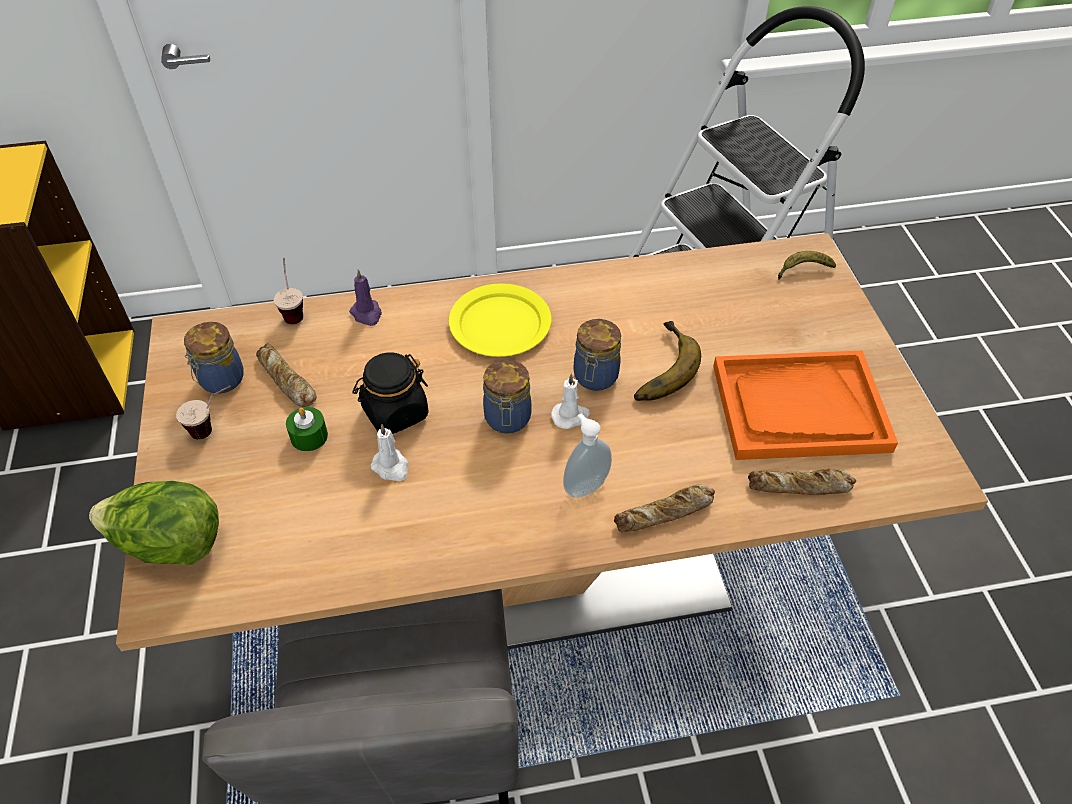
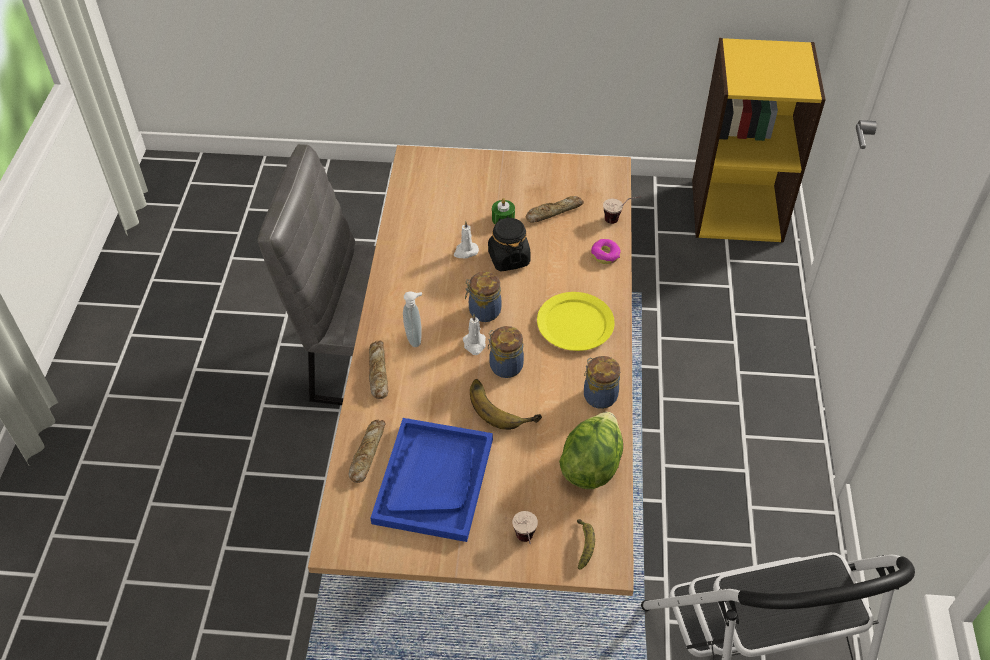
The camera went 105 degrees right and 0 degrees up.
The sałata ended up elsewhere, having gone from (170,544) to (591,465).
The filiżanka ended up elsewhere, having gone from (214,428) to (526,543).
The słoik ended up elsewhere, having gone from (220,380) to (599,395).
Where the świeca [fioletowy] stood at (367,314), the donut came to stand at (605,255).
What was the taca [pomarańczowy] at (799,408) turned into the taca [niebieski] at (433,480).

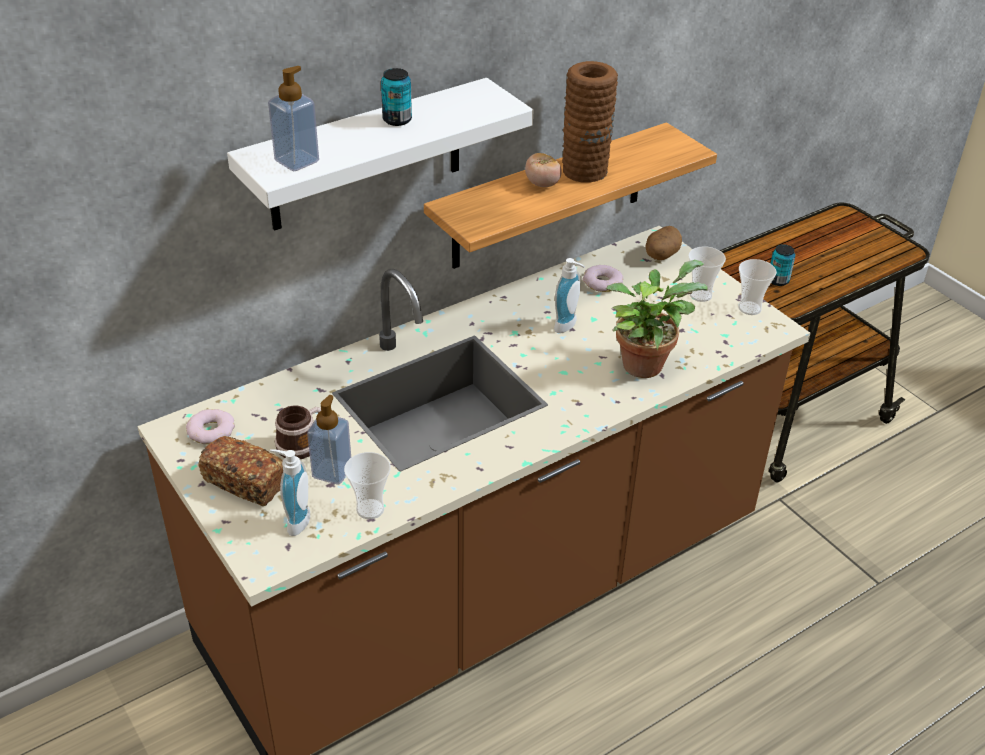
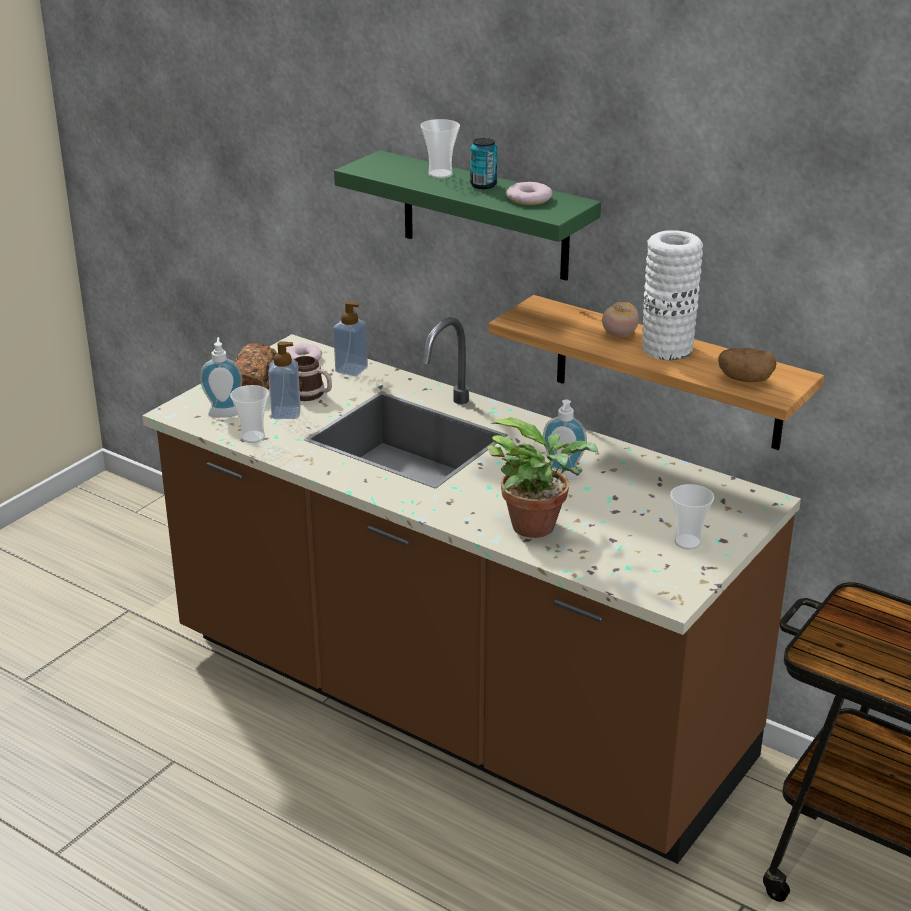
The camera went 70 degrees right and 10 degrees down.
The second view lost the puszka at (778,280).
The dozownik mydła ended up elsewhere, having gone from (297,161) to (351,370).
The donut ended up elsewhere, having gone from (602,282) to (528,199).
The ziemniak ended up elsewhere, having gone from (661,255) to (744,380).
The filiżanka ended up elsewhere, having gone from (749,308) to (440,174).
What was the półka [biały] at (366,156) turned into the półka [zielony] at (485,216).
What was the wazon [brązowy] at (584,171) turned into the wazon [biały] at (666,349).

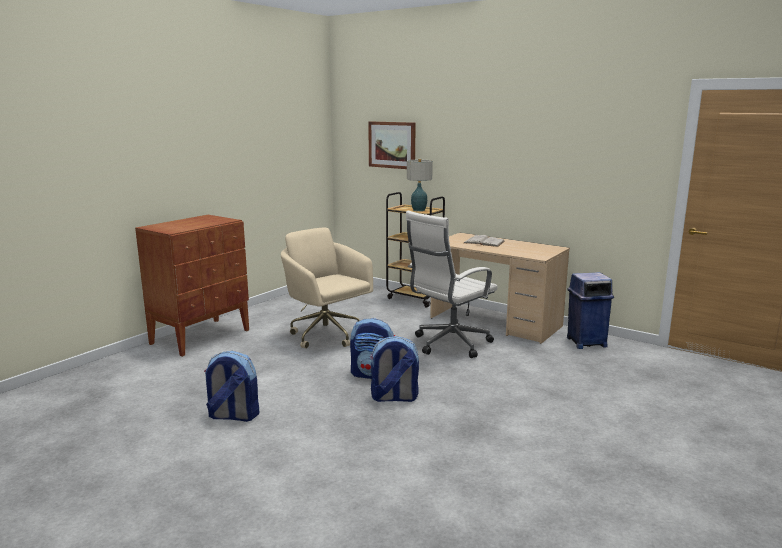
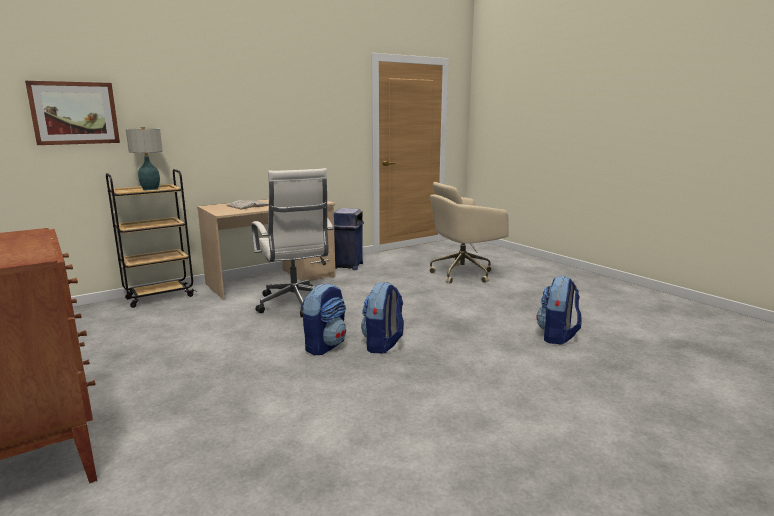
The camera went 70 degrees left and 0 degrees up.
The plecak ended up elsewhere, having gone from (233,416) to (557,336).
The krzesło biurowe [beżowy] ended up elsewhere, having gone from (328,337) to (464,274).

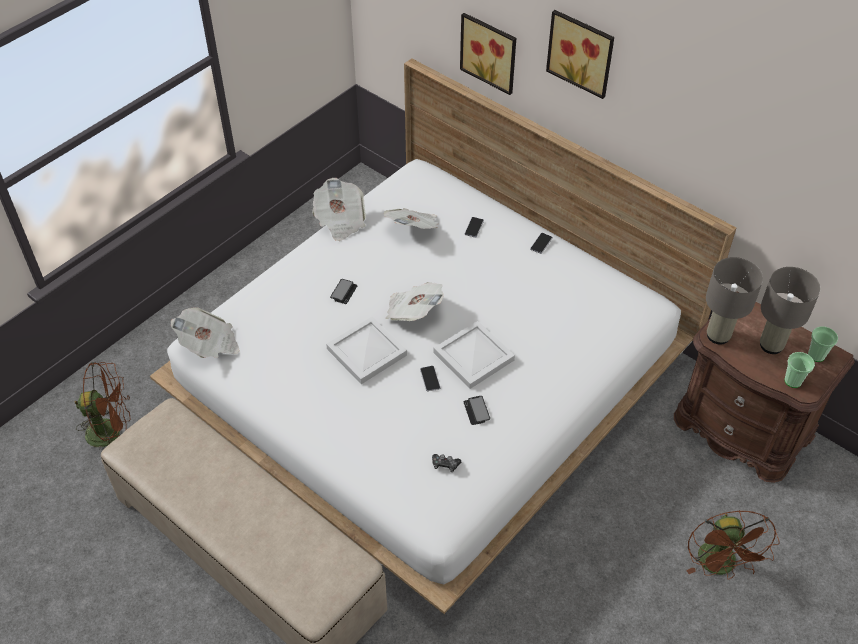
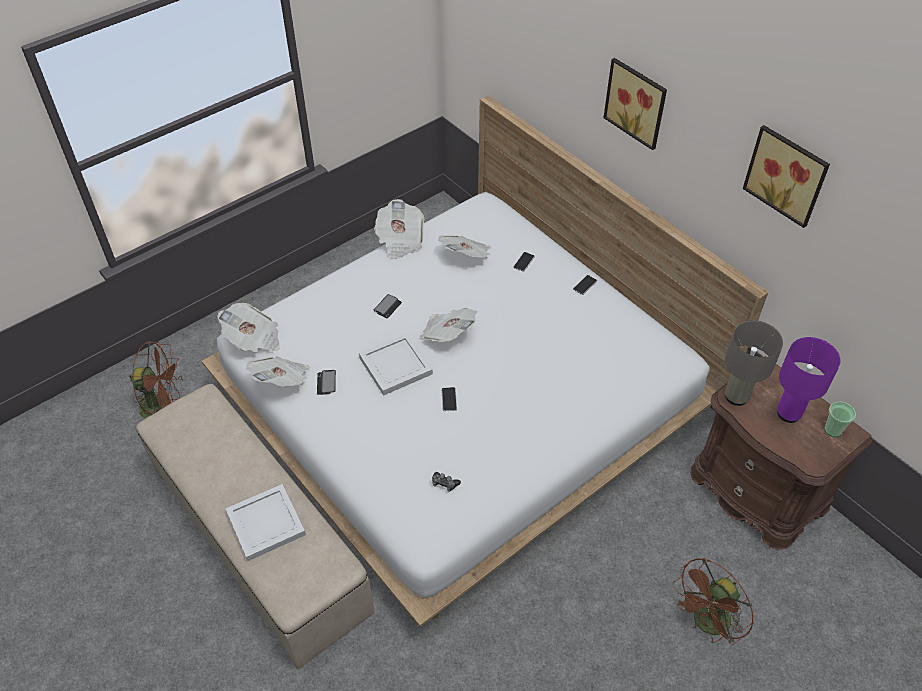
The camera went 10 degrees right and 0 degrees up.
The second view lost the filiżanka at (793,381).
The second view gained the gazeta at (282,381).
The taca [biały] ended up elsewhere, having gone from (474,355) to (266,522).
The obraz ended up elsewhere, having gone from (490,52) to (787,174).
The telefon ended up elsewhere, having gone from (476,411) to (326,383).
What was the lampa stołowa [szary] at (770,345) turned into the lampa stołowa [fioletowy] at (788,413).
The wentylator [brązowy] at (720,566) ended up facing another way, 45 degrees clockwise from before.

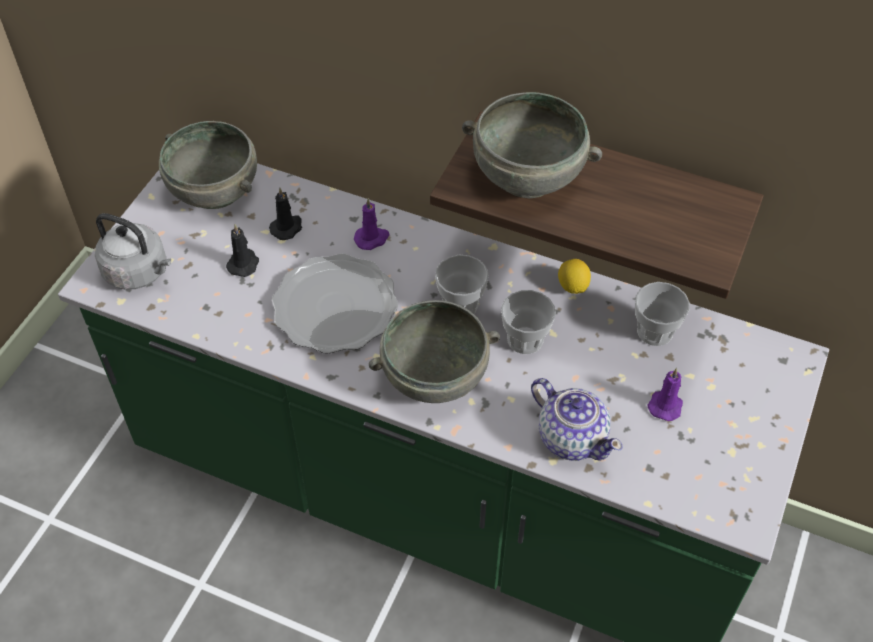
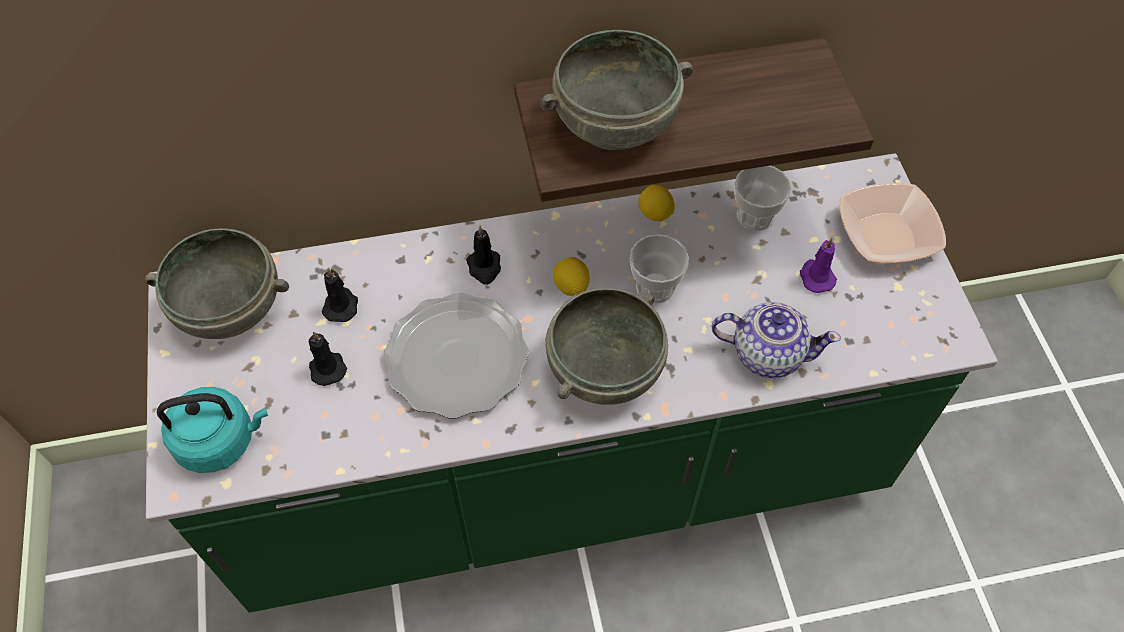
The camera went 35 degrees left and 5 degrees up.
The second view lost the świeca [fioletowy] at (372,238).
The second view gained the świeca [czarny] at (484,267).
The second view gained the miska at (886,235).
Where the filiżanka stood at (461,304), the cytryna came to stand at (571,286).
What was the czajnik [szary] at (139,272) turned into the czajnik [turkusowy] at (220,441).

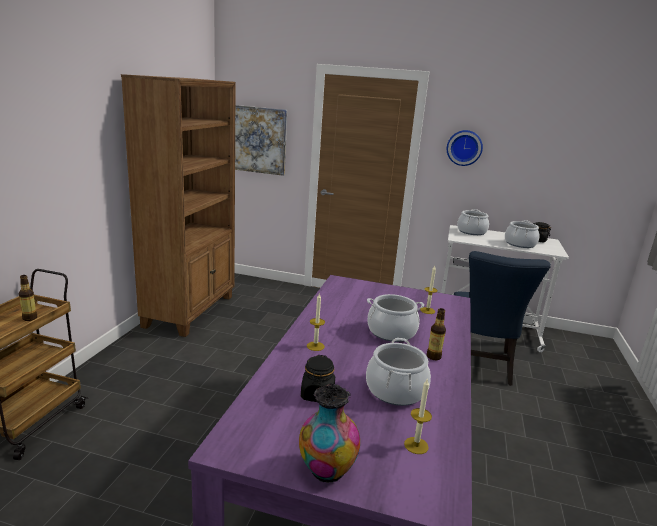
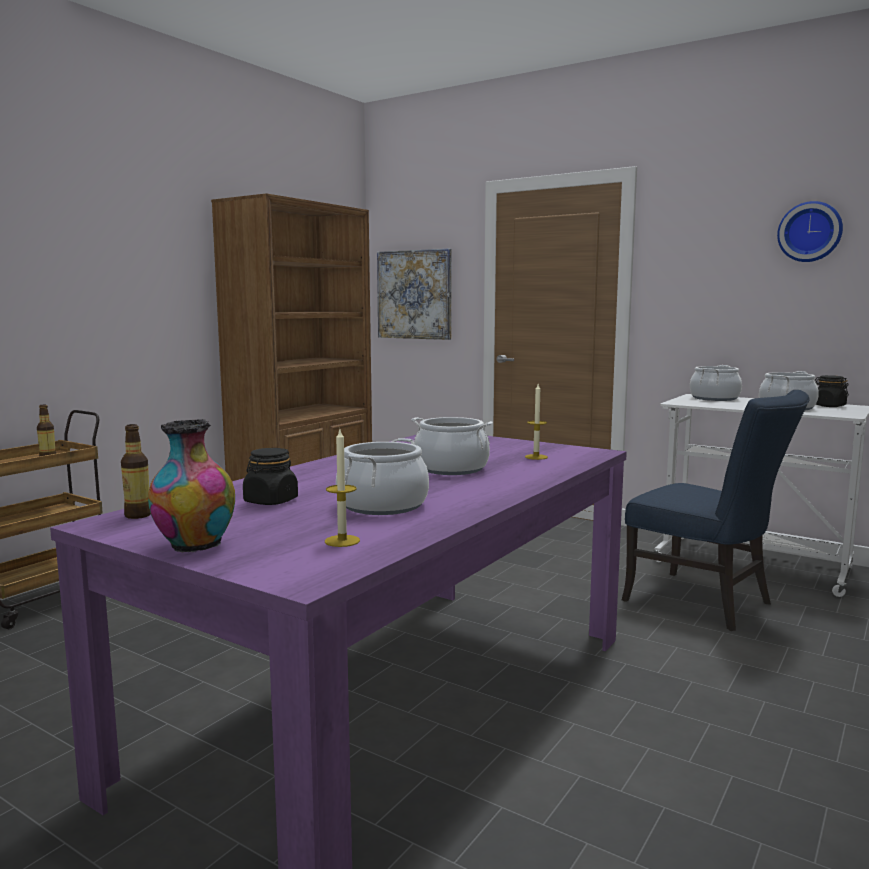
The camera went 20 degrees right and 10 degrees down.
The second view lost the świeca at (315,346).
The butelka ended up elsewhere, having gone from (433,357) to (138,515).
The zegar ścienny ended up elsewhere, having gone from (464,147) to (810,232).
The krzesło [niebieski] at (479,366) ended up facing another way, 75 degrees counterclockwise from before.

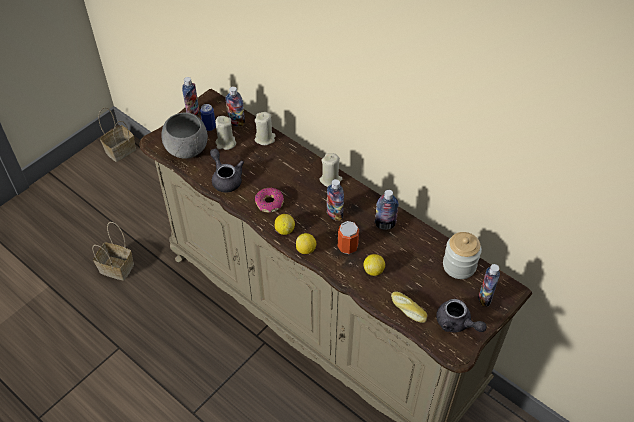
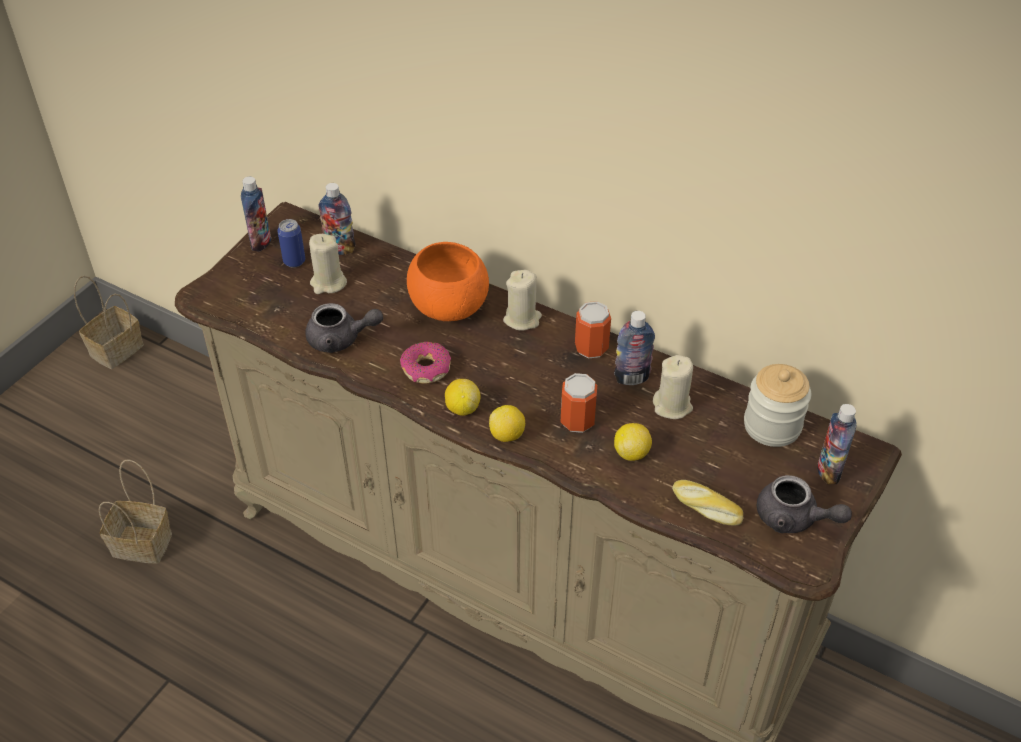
The camera went 10 degrees left and 5 degrees down.
The second view lost the miska [szary] at (188,149).
The second view lost the butelka at (334,214).
The second view gained the miska [pomarańczowy] at (449,307).
The second view gained the puszka at (591,348).
The świeca [beżowy] ended up elsewhere, having gone from (265,138) to (672,406).
The imbryk [szary] at (226,179) ended up facing another way, 135 degrees clockwise from before.

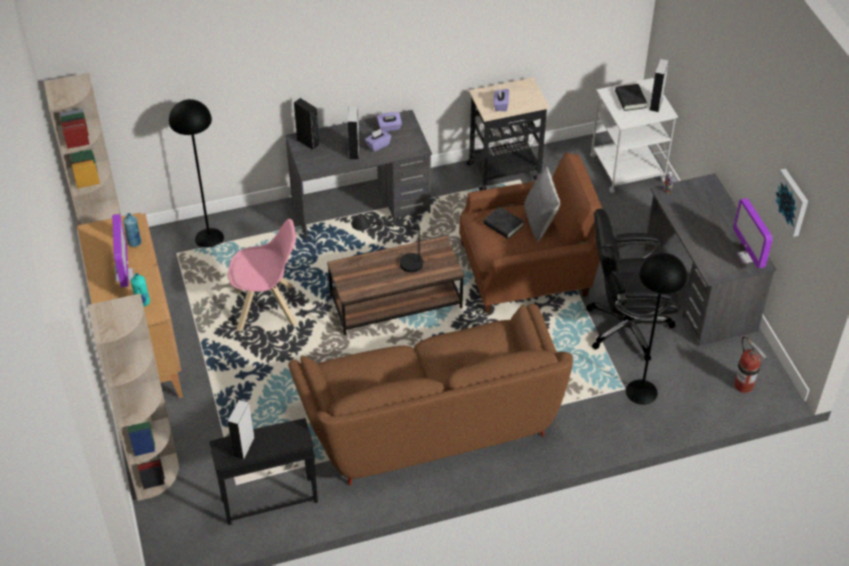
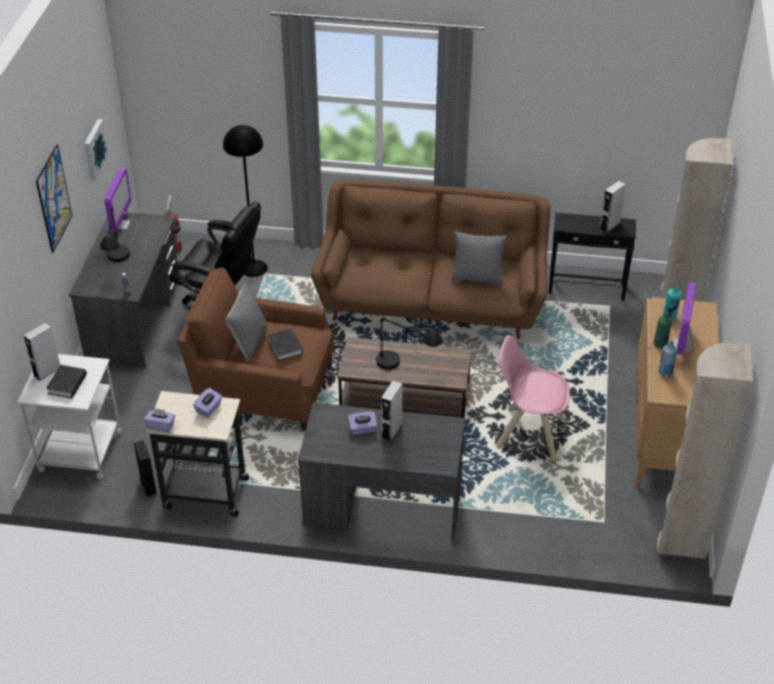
The camera went 155 degrees left and 5 degrees down.
The second view lost the lampa stojąca [czarny] at (209,238).
The second view gained the obraz at (53,199).
The second view gained the lampa stołowa [czarny] at (118,267).
The second view gained the poduszka [szary] at (477,277).
The second view gained the butelka [zielony] at (660,344).
The głośnik [czarny] ended up elsewhere, having gone from (308,142) to (148,486).
The pudełko chusteczek [fioletowy] ended up elsewhere, having gone from (389,127) to (161,426).

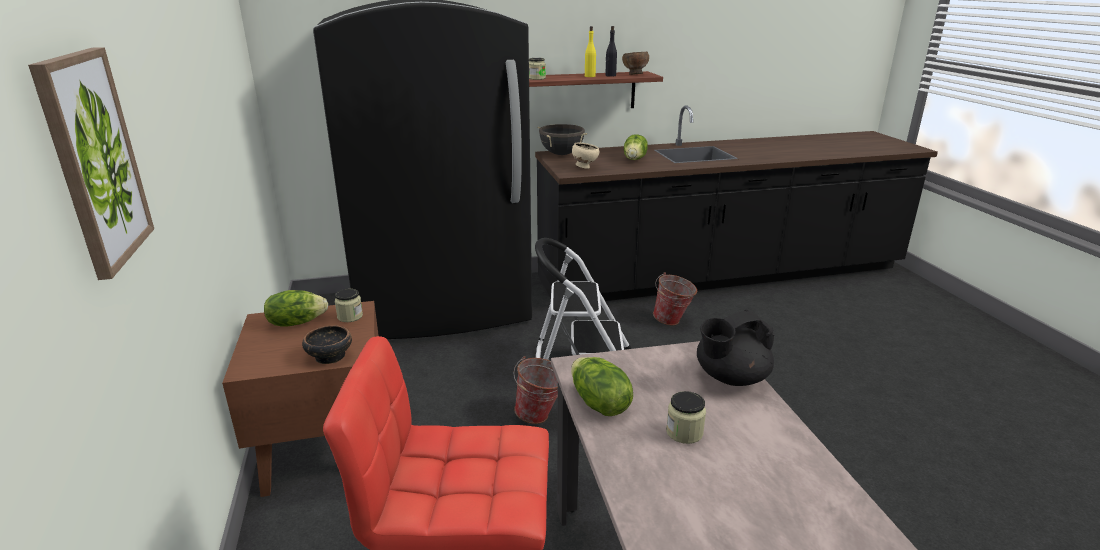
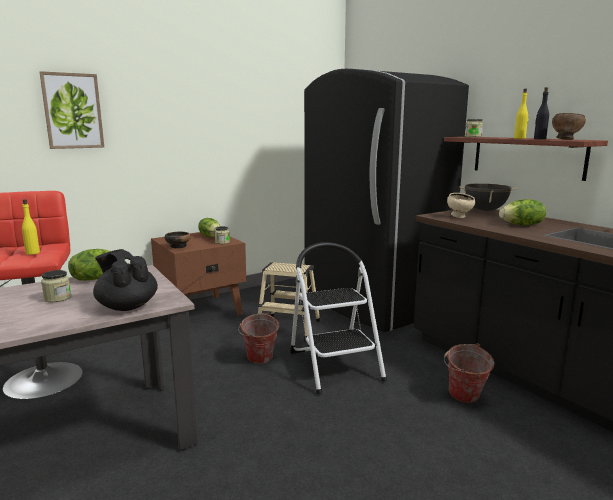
The camera went 70 degrees right and 10 degrees down.
The second view gained the butelka [żółty] at (33,253).
The second view gained the drabinka [beżowy] at (288,327).

